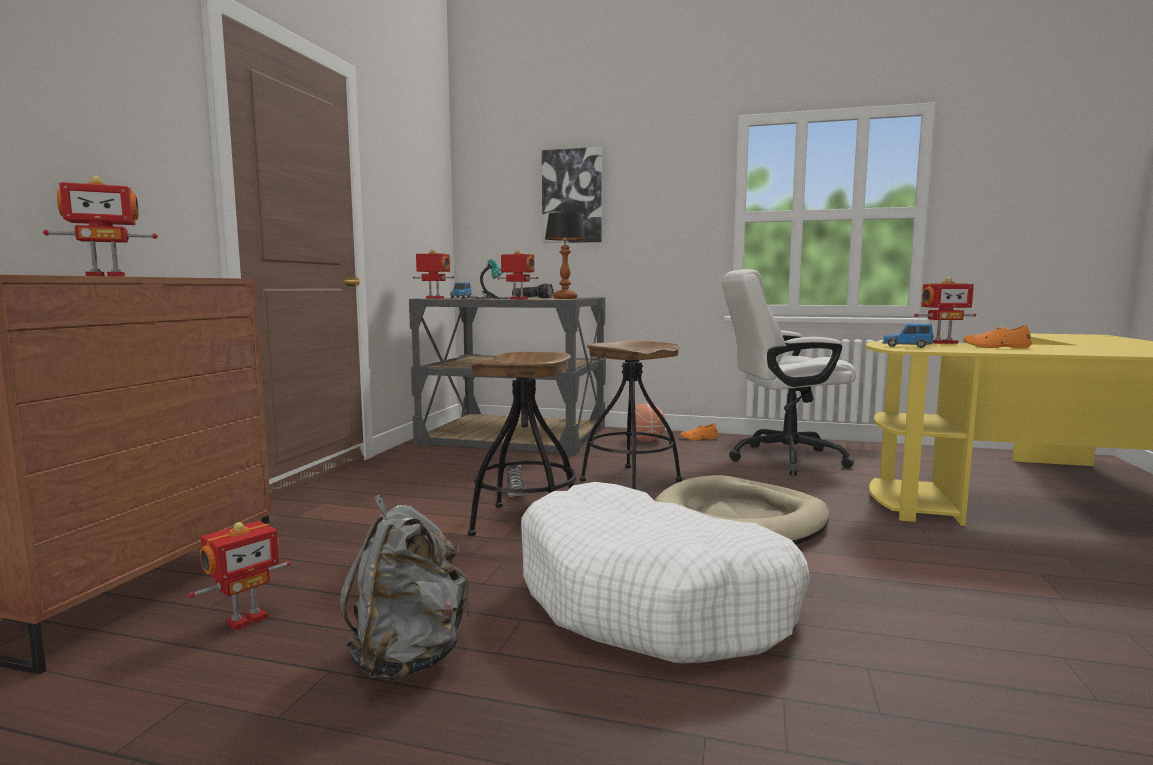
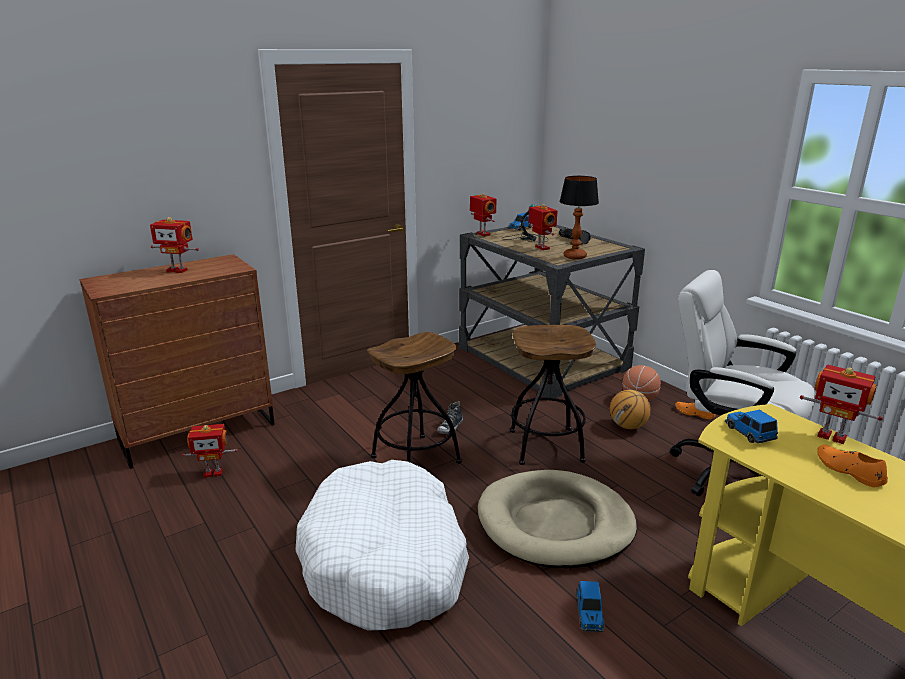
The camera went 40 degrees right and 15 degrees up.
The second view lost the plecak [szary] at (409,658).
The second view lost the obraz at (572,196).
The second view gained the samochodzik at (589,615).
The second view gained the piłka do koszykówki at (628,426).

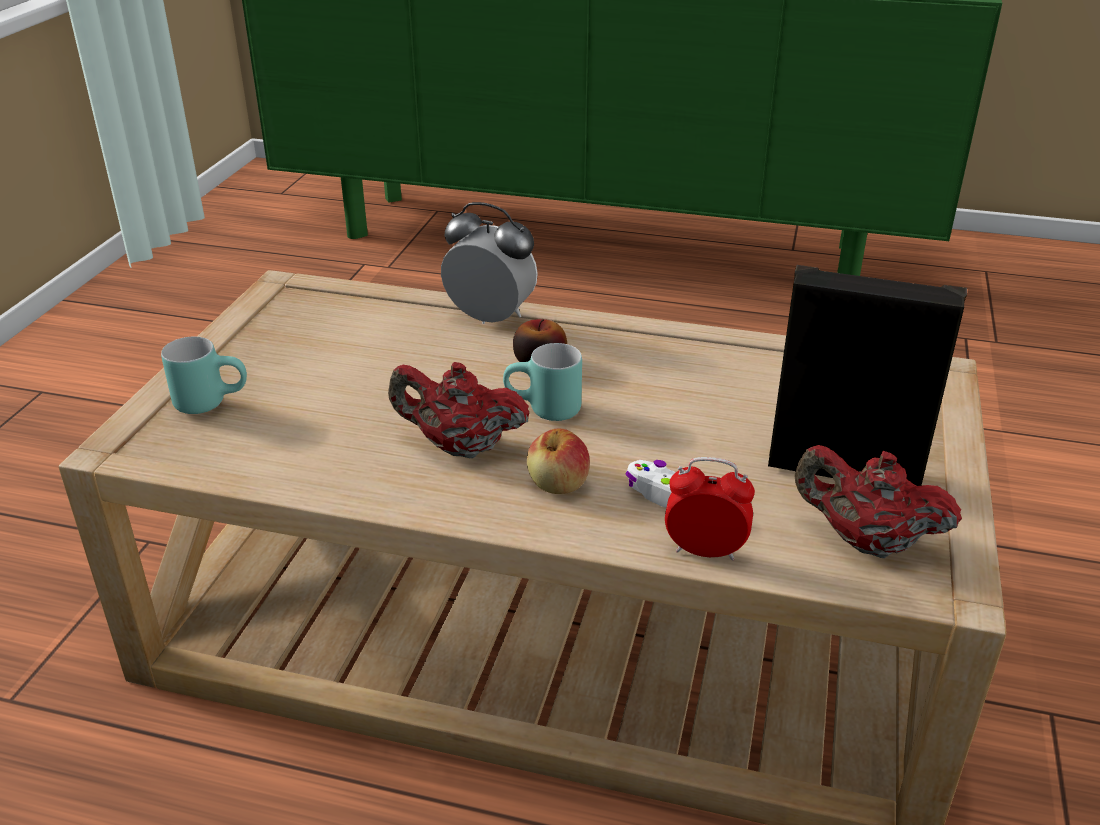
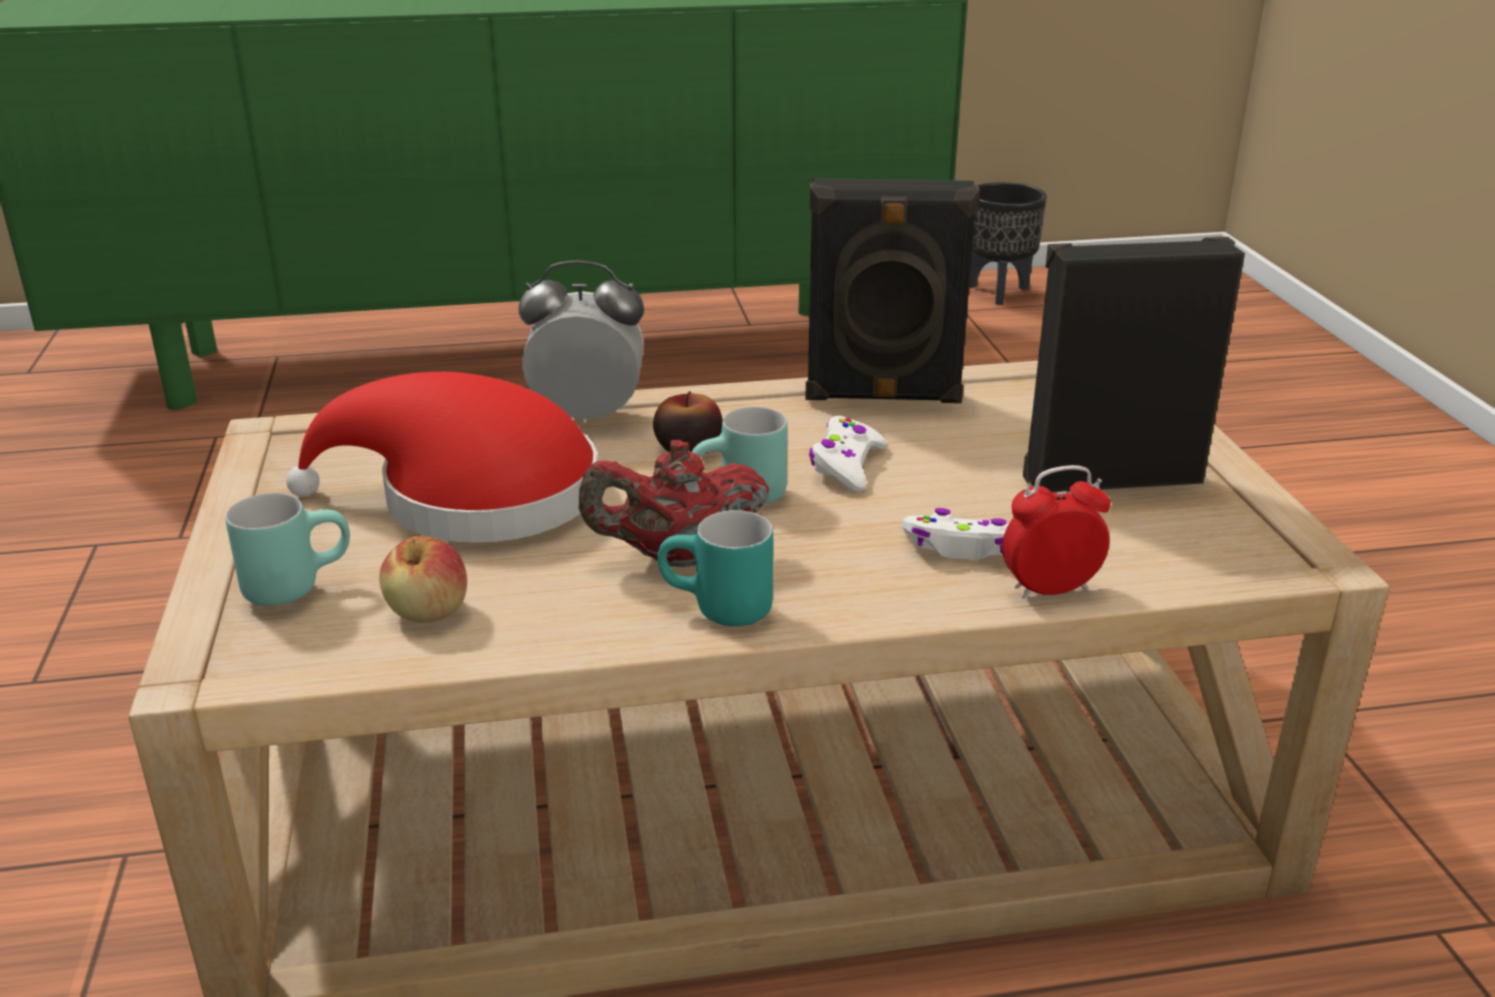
The camera went 25 degrees left and 5 degrees down.
The second view lost the imbryk [czerwony] at (866,542).
The second view gained the kapelusz [czerwony] at (472,498).
The second view gained the kubek [turkusowy] at (716,611).
The second view gained the głośnik [czarny] at (883,396).
The second view gained the pad do gier [biały] at (846,466).
The second view gained the donica [czarny] at (997,292).
The jabłko ended up elsewhere, having gone from (558,484) to (428,611).

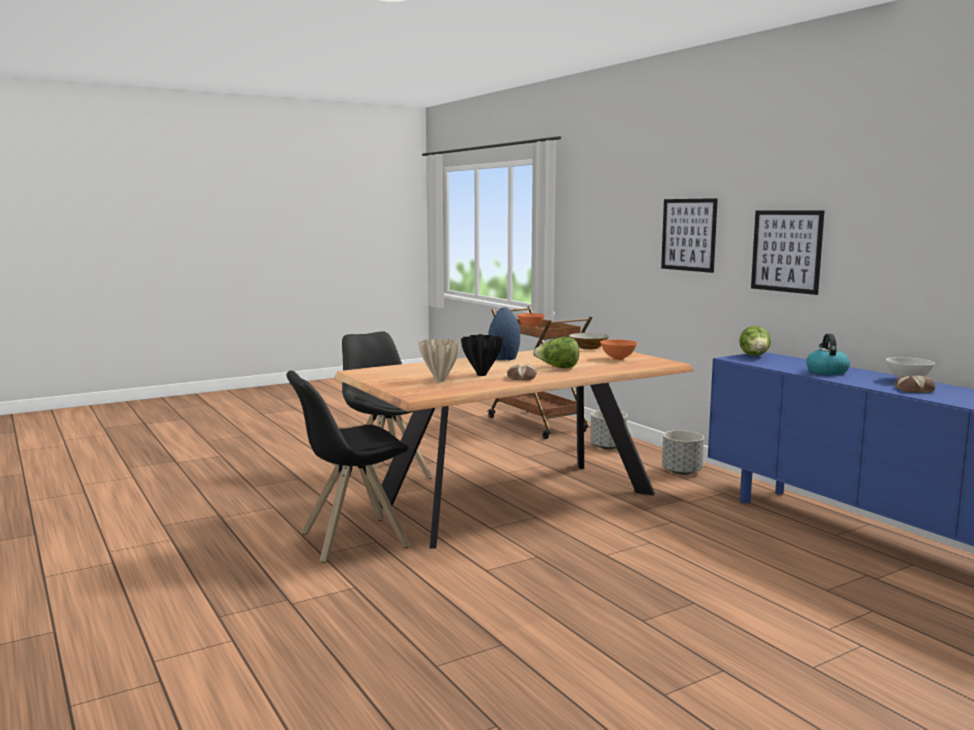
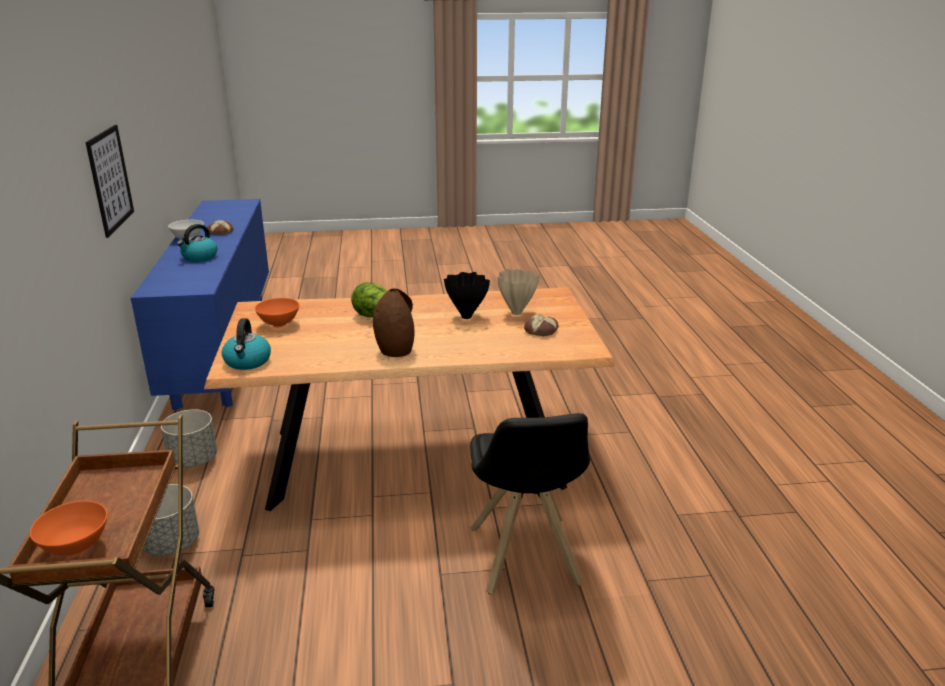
The camera went 155 degrees left and 15 degrees up.
The second view lost the krzesło [czarny] at (353,539).
The second view lost the obraz at (688,234).
The second view lost the sałata at (755,356).
The chleb ended up elsewhere, having gone from (521,378) to (541,330).
Where the miska stood at (588,348), the czajnik came to stand at (247,362).
What was the wazon [niebieski] at (504,358) turned into the wazon [brązowy] at (395,350).

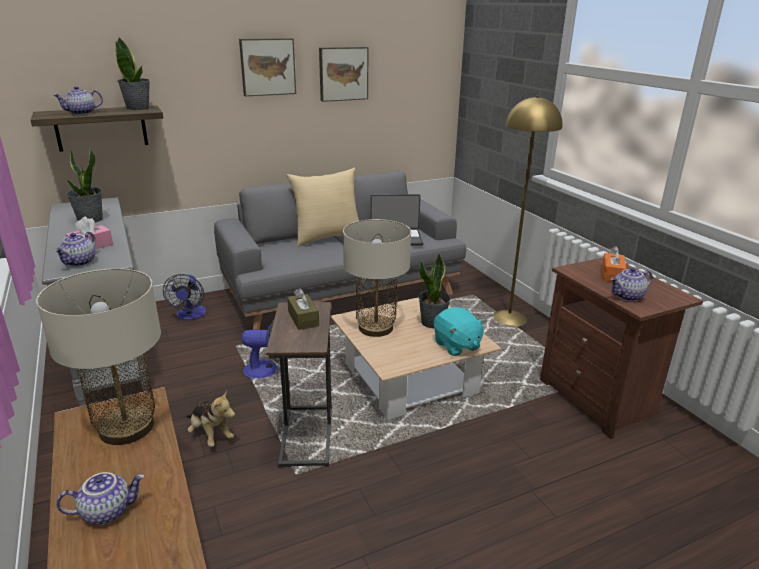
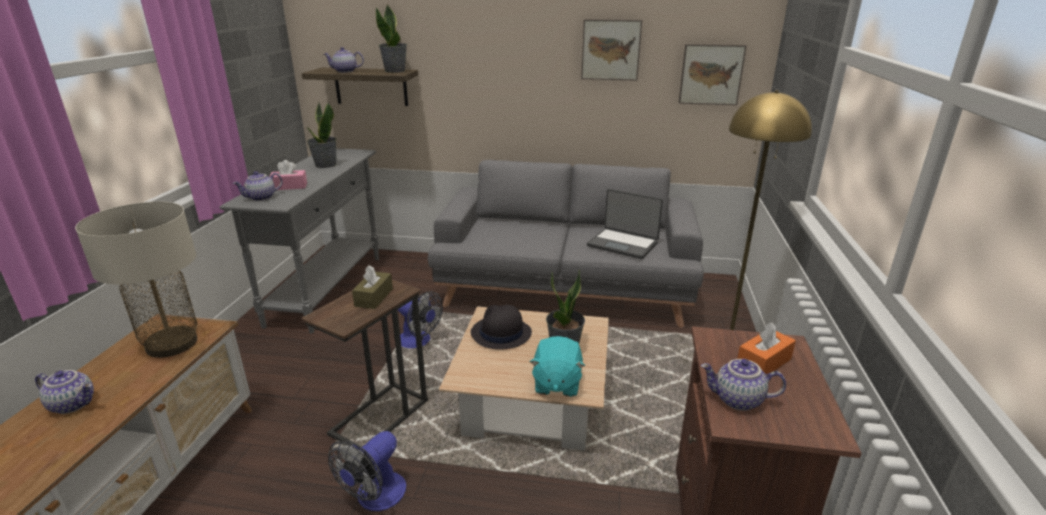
The camera went 35 degrees right and 0 degrees up.
The second view lost the pluszak at (210,435).
The second view lost the poduszka [beżowy] at (327,237).
The wentylator ended up elsewhere, having gone from (190,315) to (375,498).
The obraz ended up elsewhere, having gone from (267,66) to (710,74).
Where the lampa stołowa stood at (375,328), the kapelusz [czarny] came to stand at (500,333).

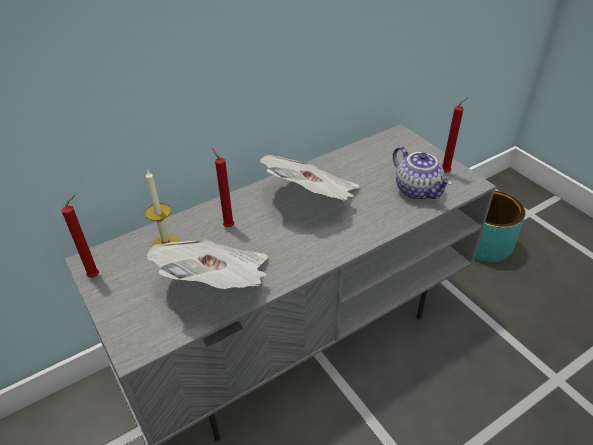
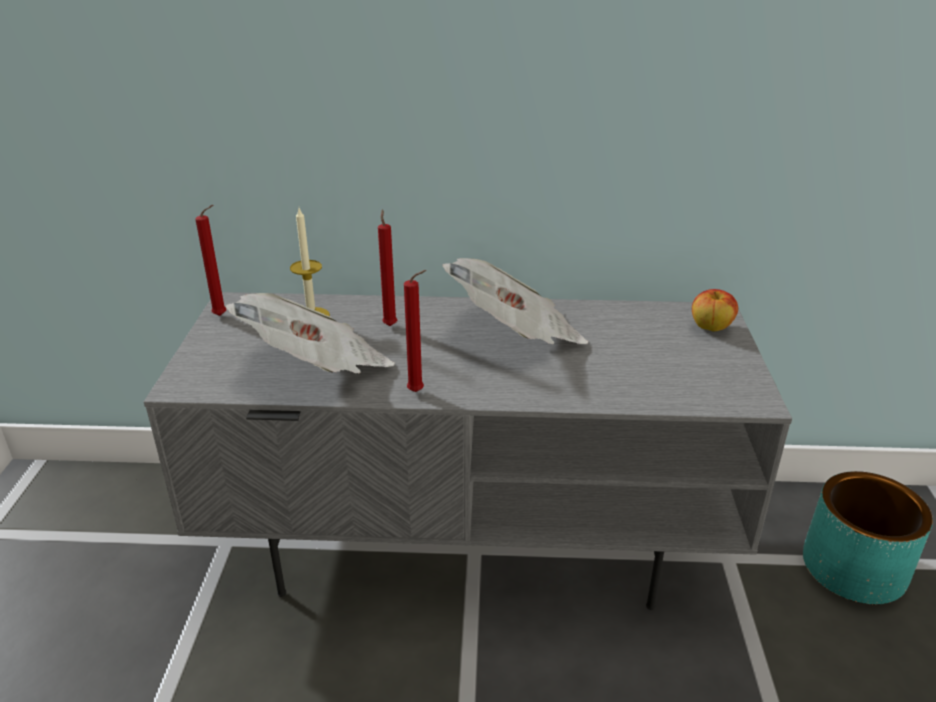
The camera went 35 degrees right and 10 degrees down.
The second view lost the imbryk at (418,190).
The second view gained the jabłko at (711,327).
The świeca [czerwony] ended up elsewhere, having gone from (446,172) to (418,392).

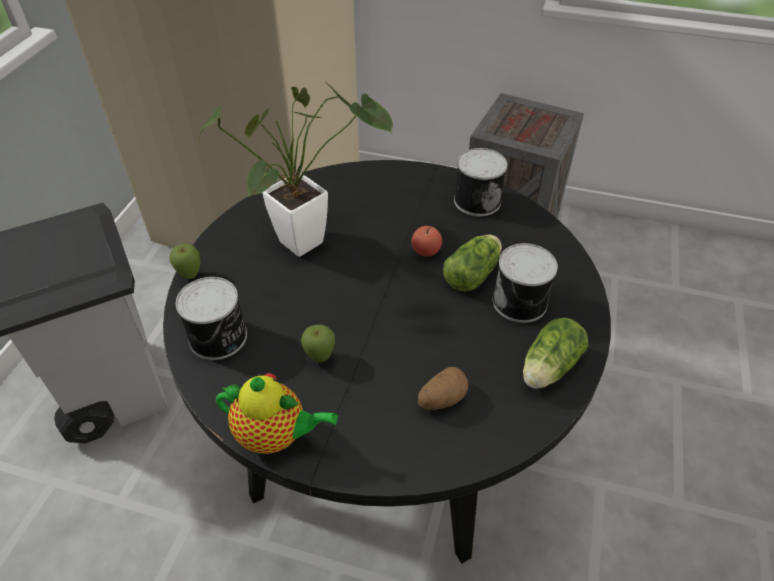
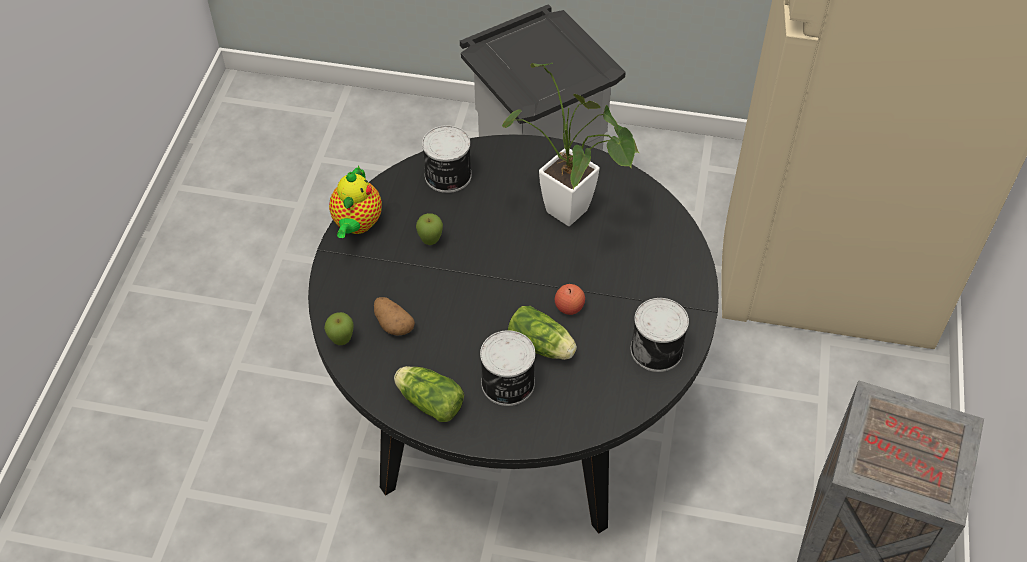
The camera went 85 degrees right and 5 degrees up.
The jabłko ended up elsewhere, having gone from (190,276) to (342,341).

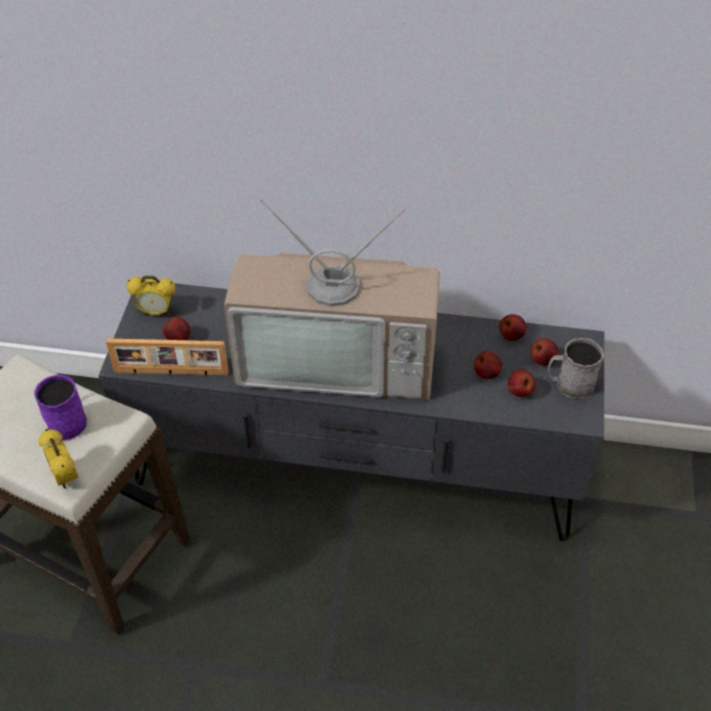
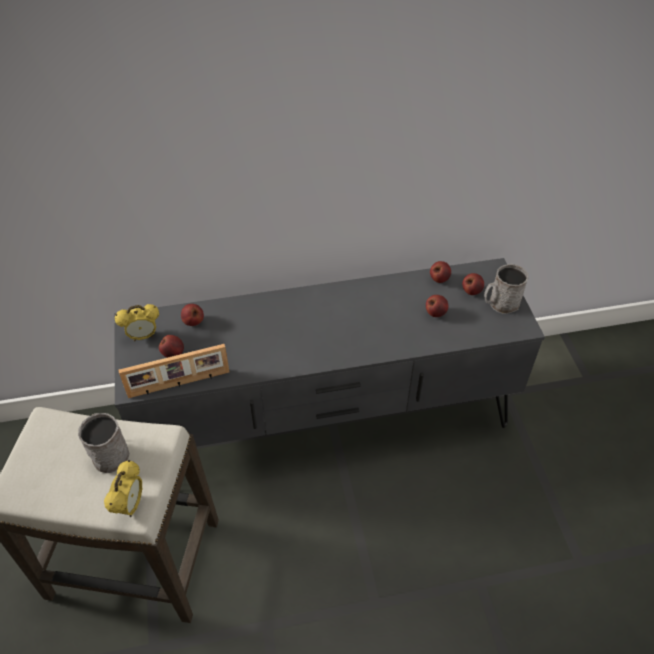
The camera went 20 degrees left and 0 degrees up.
The second view lost the telewizor at (338,357).
The jabłko ended up elsewhere, having gone from (519,391) to (193,322).
What was the kubek [fioletowy] at (67,419) turned into the kubek [szary] at (108,452).
The budzik at (65,477) ended up facing another way, 120 degrees counterclockwise from before.

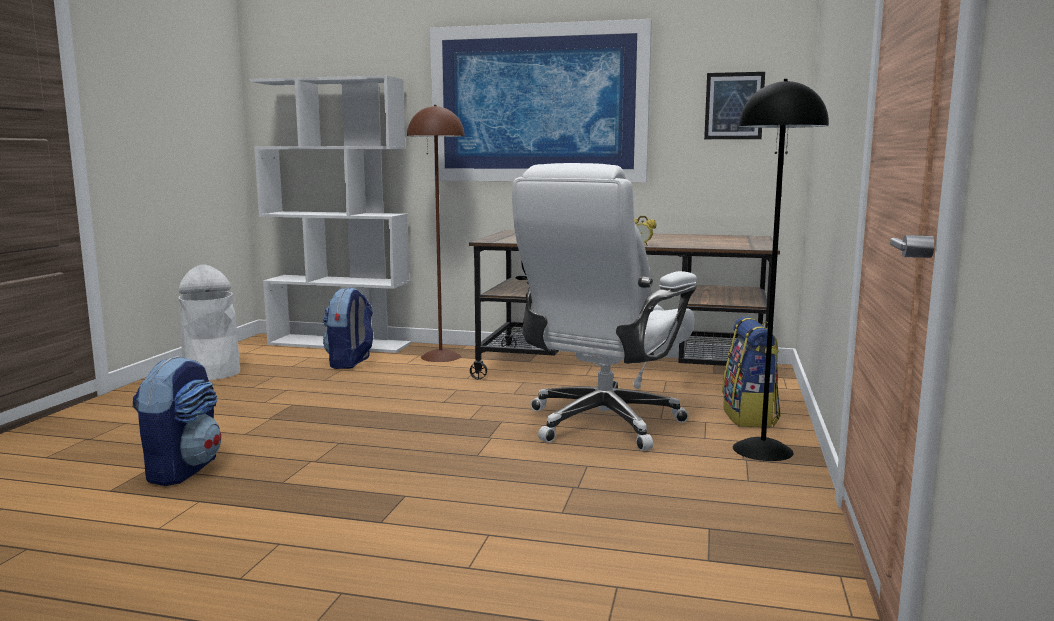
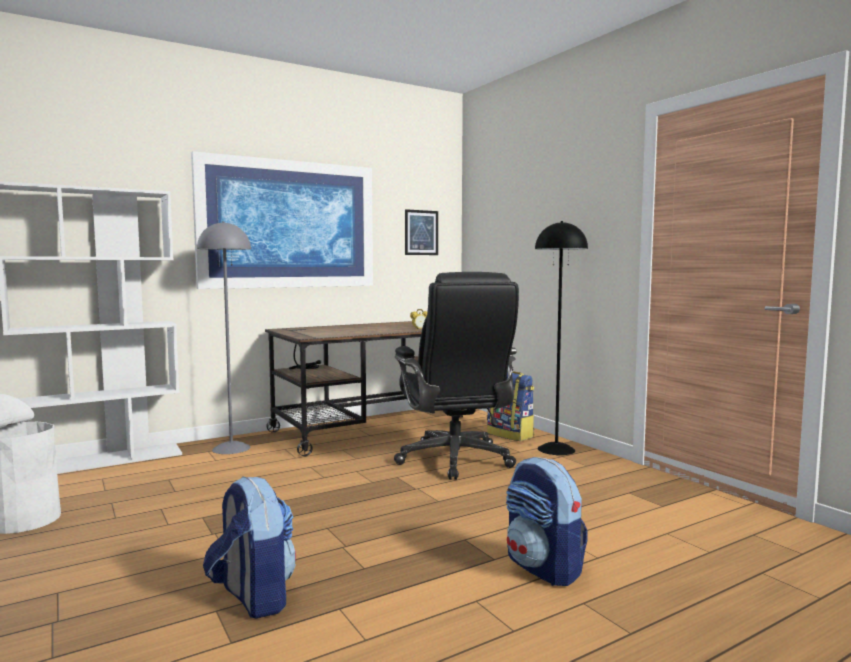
The camera went 45 degrees left and 5 degrees down.
The plecak ended up elsewhere, having gone from (350,363) to (544,568).
What was the lampa stojąca [brązowy] at (441,356) turned into the lampa stojąca [szary] at (231,448).
What was the krzesło biurowe [biały] at (603,423) turned into the krzesło biurowe [czarny] at (455,459).

